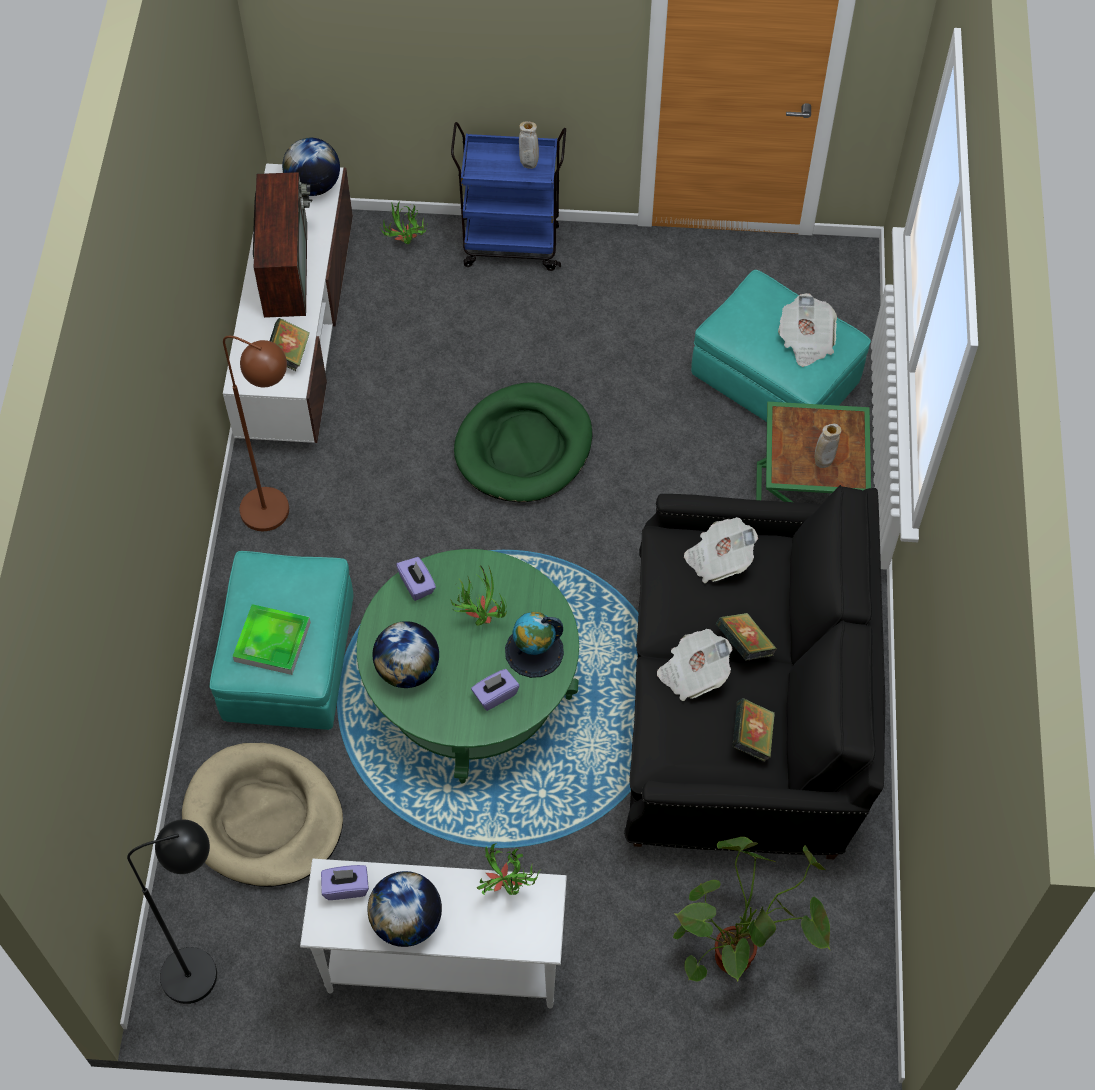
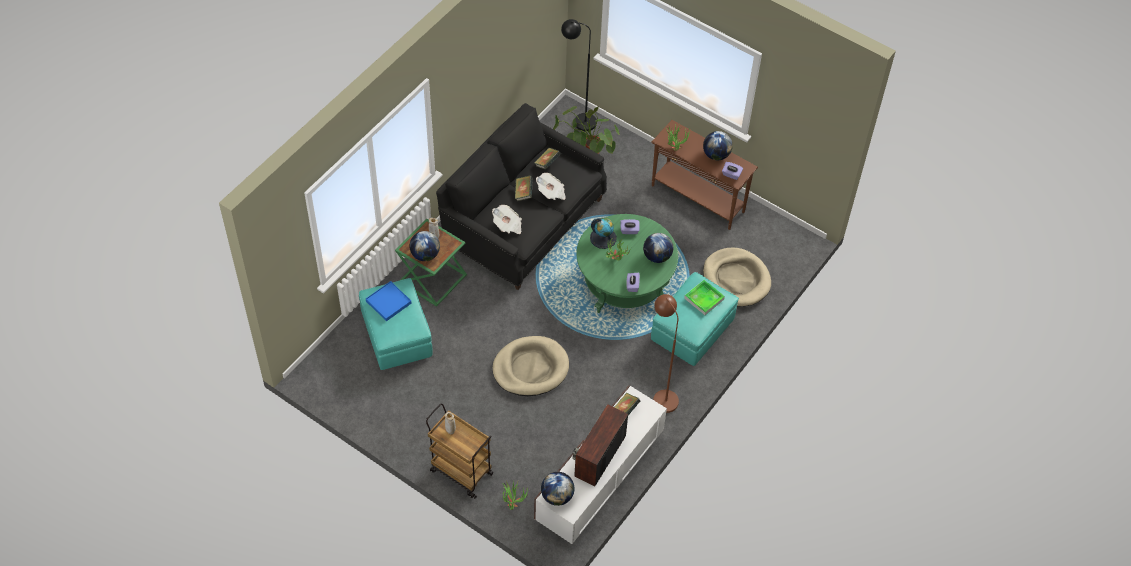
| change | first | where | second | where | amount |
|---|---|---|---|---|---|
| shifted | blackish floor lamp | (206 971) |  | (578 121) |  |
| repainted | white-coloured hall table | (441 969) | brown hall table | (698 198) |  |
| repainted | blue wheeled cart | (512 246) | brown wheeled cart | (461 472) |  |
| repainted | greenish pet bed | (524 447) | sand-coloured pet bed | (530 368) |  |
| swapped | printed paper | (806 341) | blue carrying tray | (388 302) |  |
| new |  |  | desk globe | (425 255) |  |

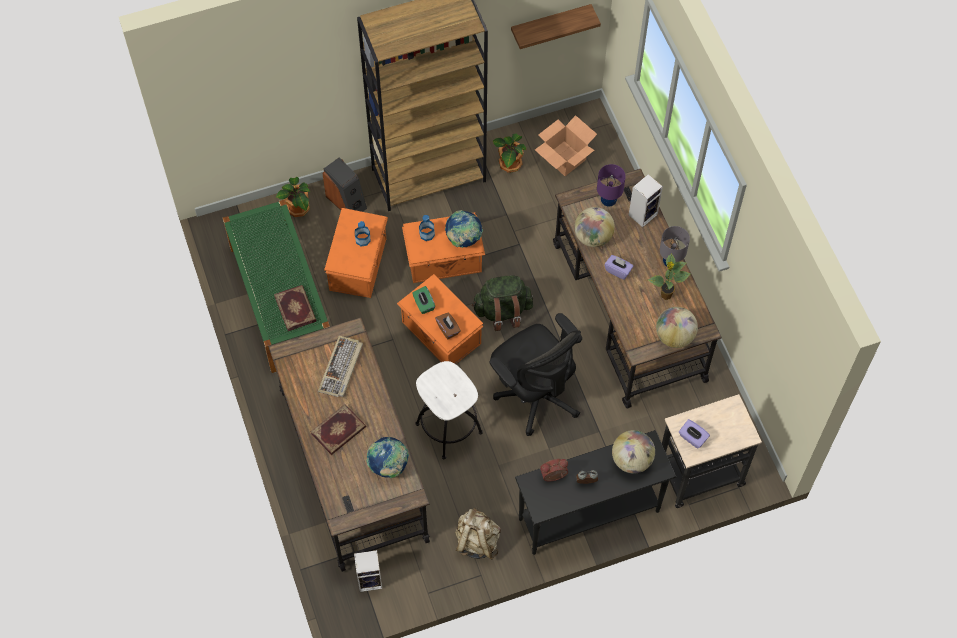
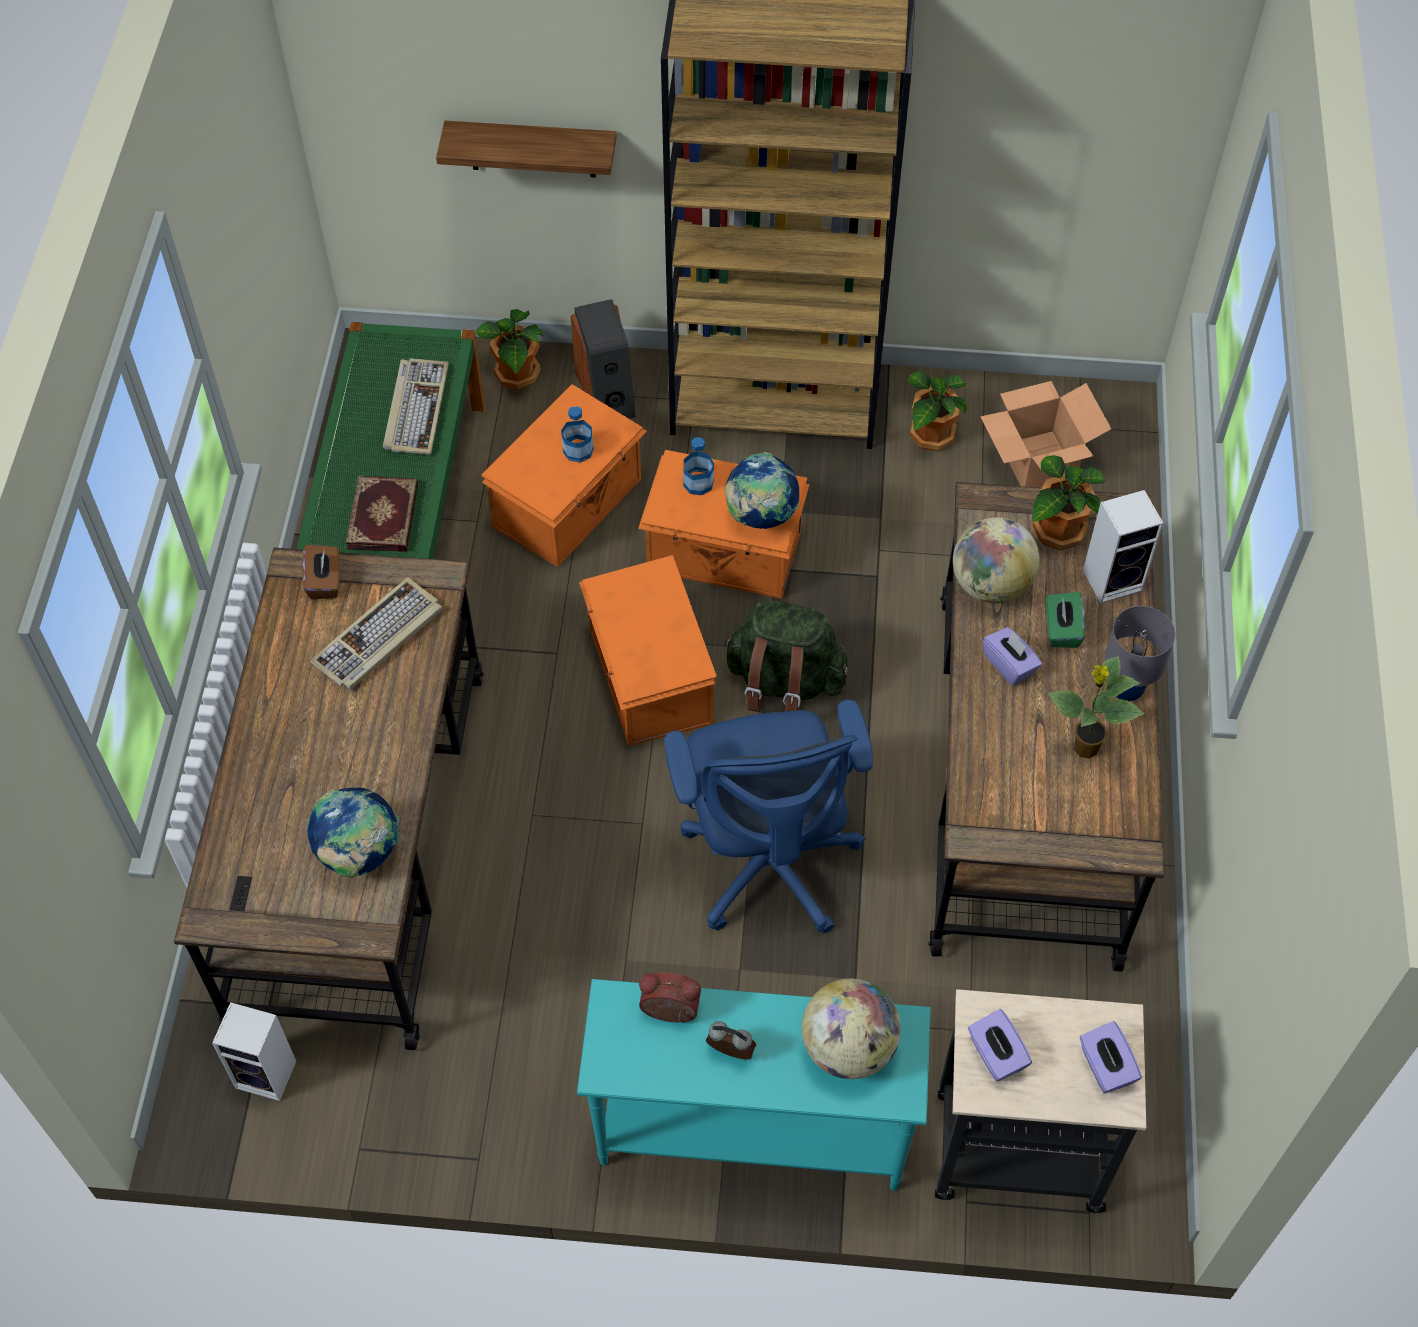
| change | first | where | second | where | amount |
|---|---|---|---|---|---|
| gone | bound book | (339 431) |  |  |  |
| shifted | greenish tissue box | (423 304) |  | (1061 630) |  |
| gone | white-coloured stool seat | (449 428) |  |  |  |
| shifted | brown tissue box | (448 329) |  | (325 582) |  |
| gone | sand-coloured backpack | (477 541) |  |  |  |
| repainted | blackish desk chair | (533 393) | blue desk chair | (764 853) |  |
| shifted | wall shelf | (550 24) |  | (532 149) |  |
| repainted | blackish hall table | (588 516) | turquoise-coloured hall table | (749 1137) |  |
| swapped | purple table lamp | (609 201) | houseplant | (1056 531) |  |
| gone | desk globe | (674 336) |  |  |  |
| new |  |  | computer keyboard | (416 408) |  |
| new |  |  | purple tissue box | (1105 1067) |  |

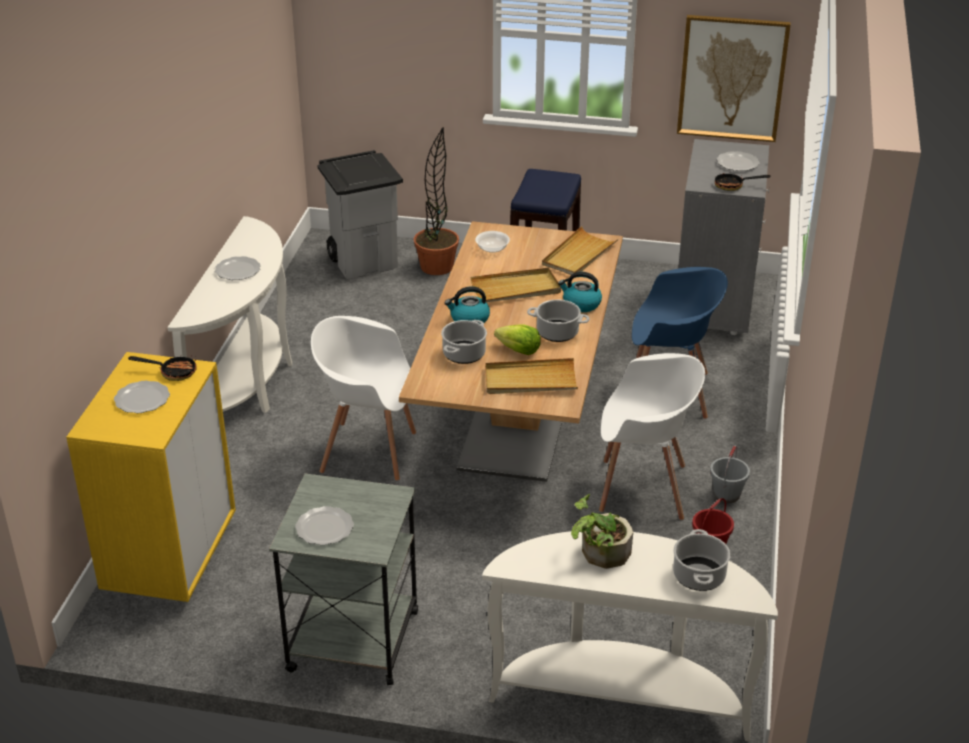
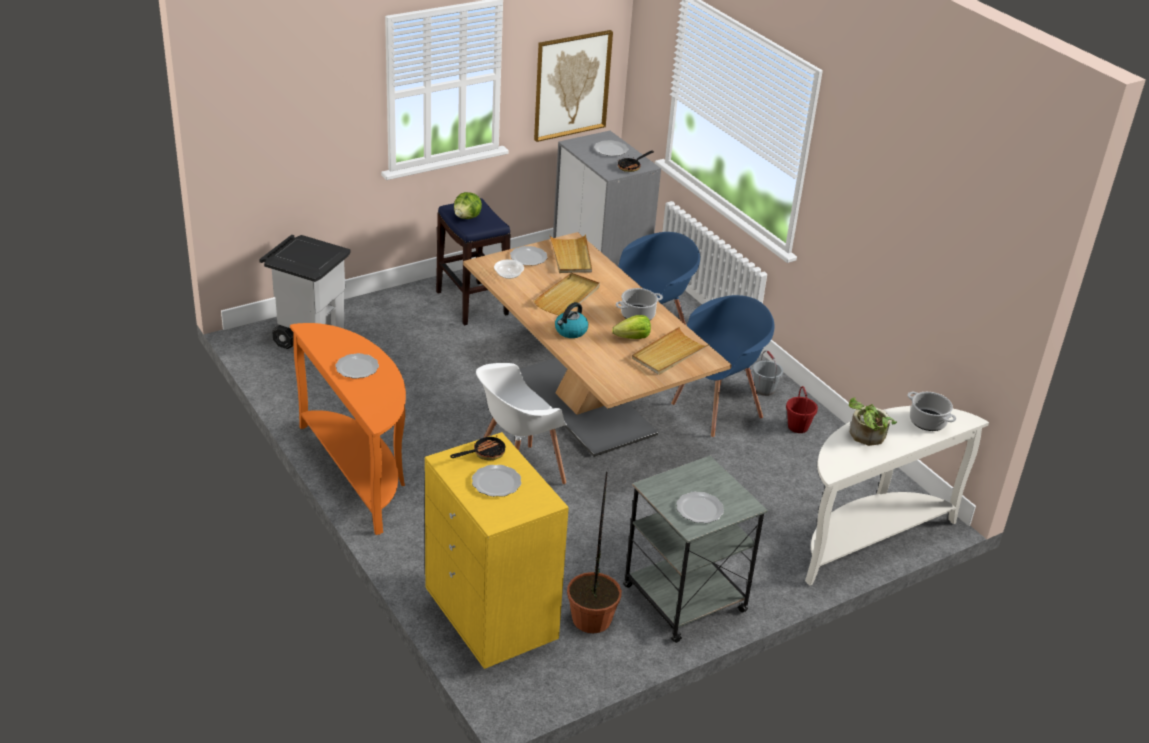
| change | first | where | second | where | amount |
|---|---|---|---|---|---|
| repainted | white-coloured hall table | (249 384) | orangey hall table | (360 471) |  |
| shifted | houseplant | (437 267) |  | (591 619) |  |
| gone | saucepot | (464 354) |  |  |  |
| gone | kettle | (581 304) |  |  |  |
| repainted | white-coloured plain chair | (644 489) | blue plain chair | (717 410) |  |
| new |  |  | head of lettuce | (467 217) |  |
| new |  |  | flat dish | (528 258) |  |

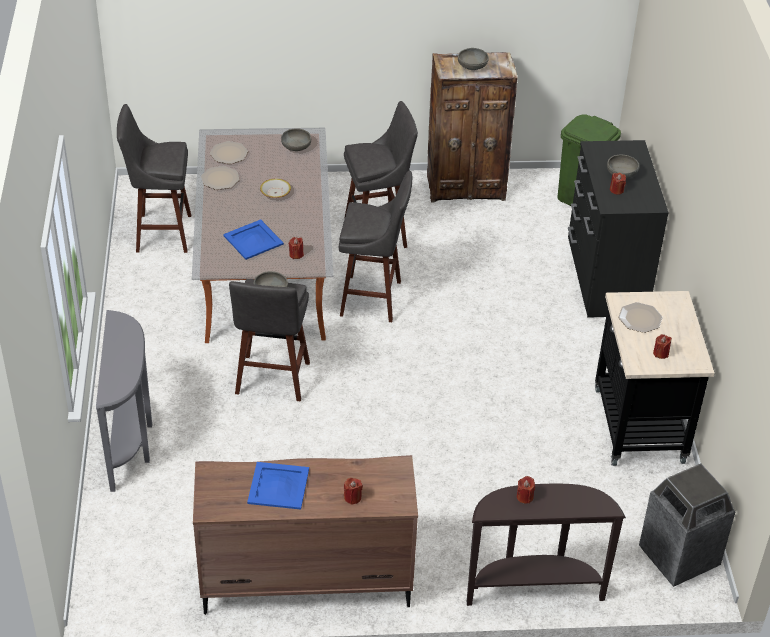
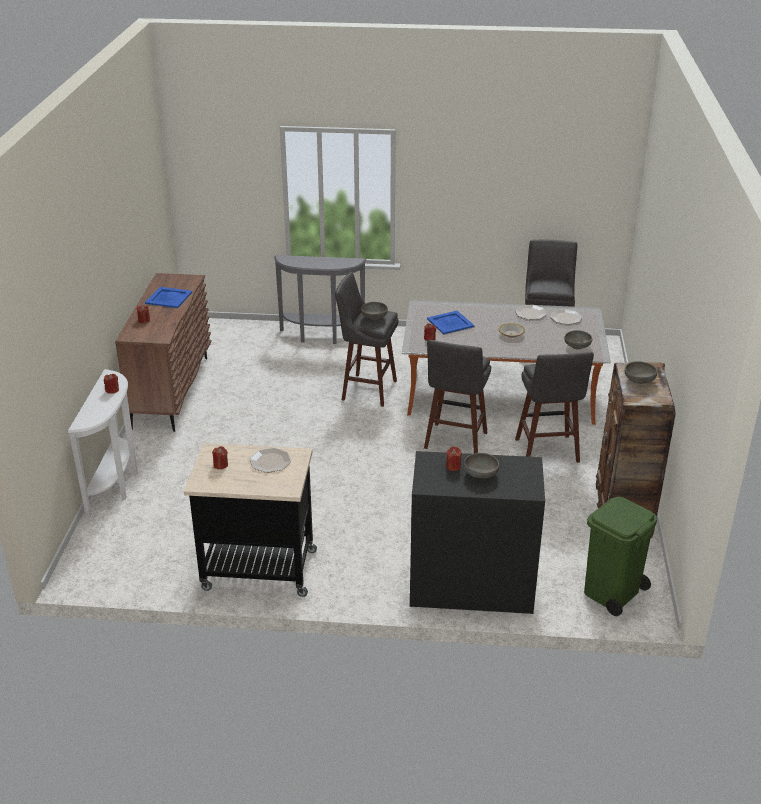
| change | first | where | second | where | amount |
|---|---|---|---|---|---|
| repainted | brown hall table | (533 588) | white-coloured hall table | (116 484) |  |
| gone | trash can | (678 557) |  |  |  |

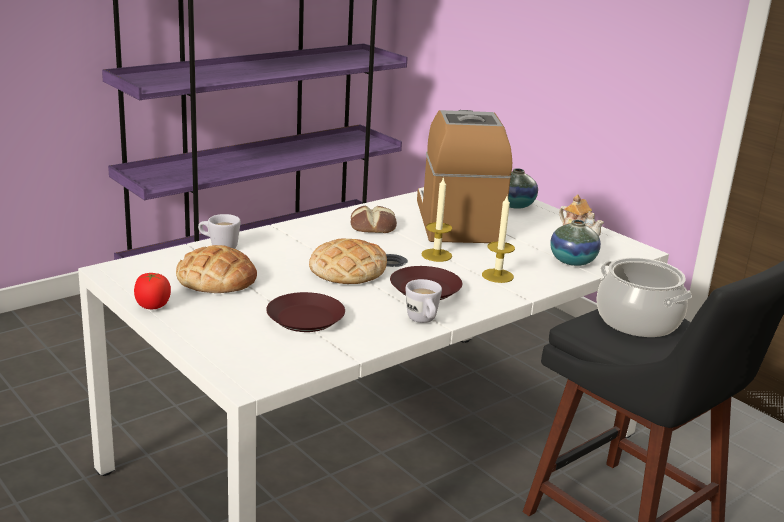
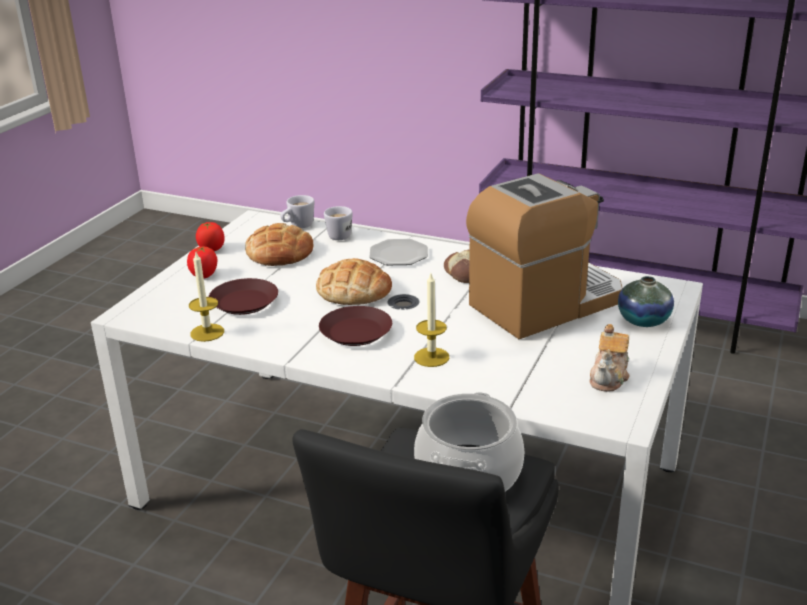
| change | first | where | second | where | amount |
|---|---|---|---|---|---|
| shifted | white-coloured tea mug | (423 321) |  | (298 226) |  |
| shifted | candle | (436 255) |  | (207 332) |  |
| gone | decorative vase | (572 261) |  |  |  |
| new |  |  | fresh tomato | (204 275) |  |
| new |  |  | flat dish | (398 255) |  |

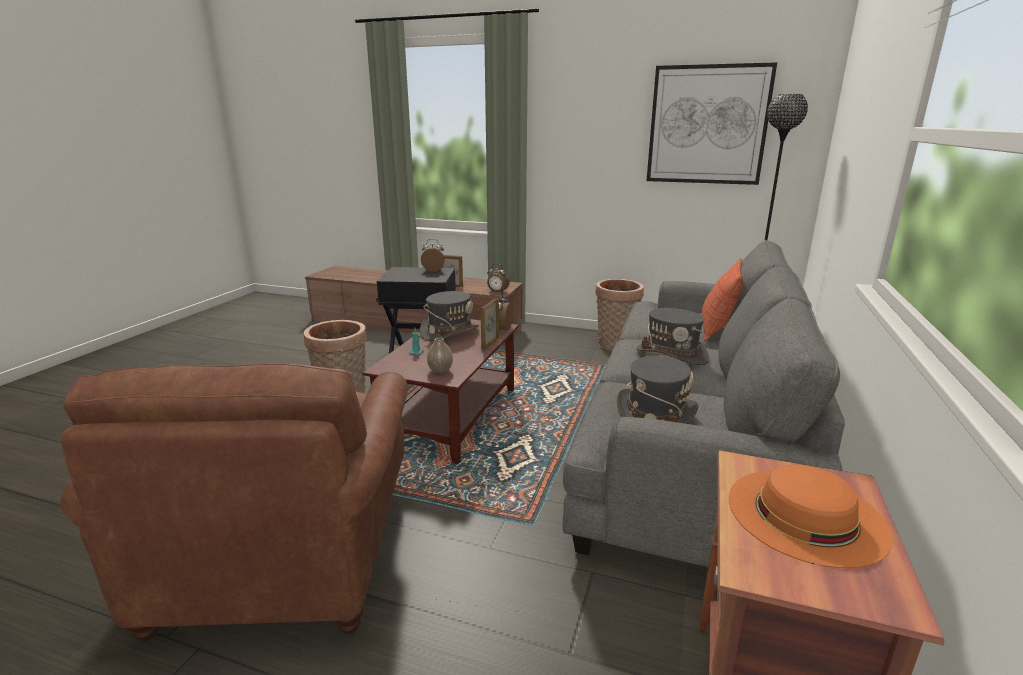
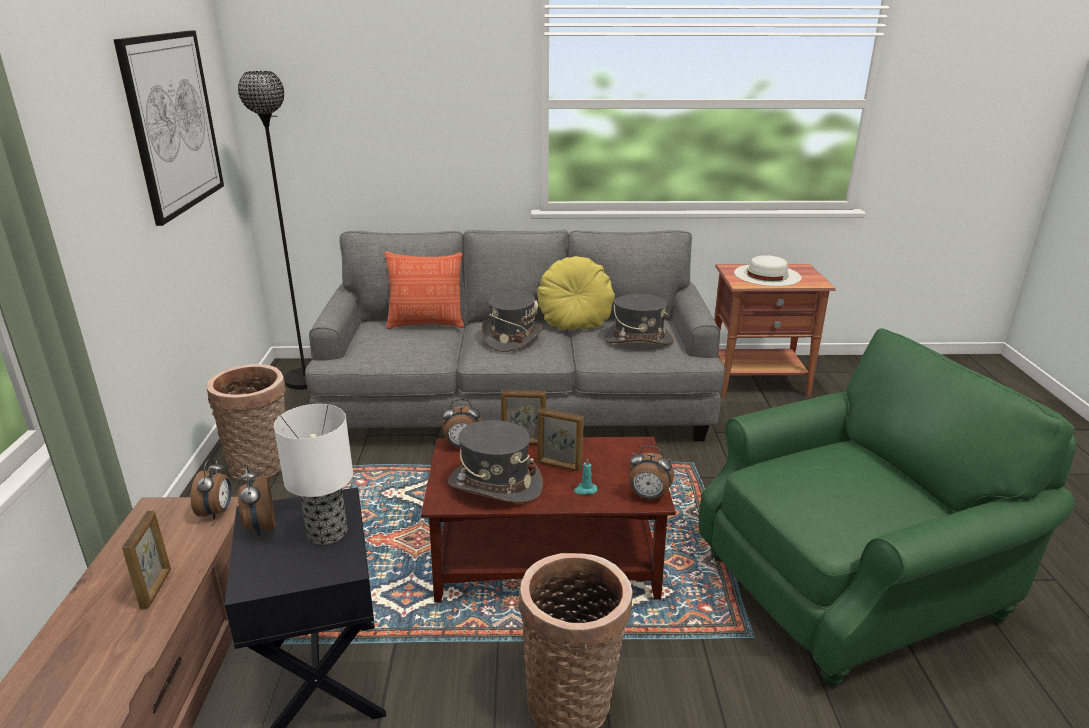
| change | first | where | second | where | amount |
|---|---|---|---|---|---|
| repainted | brown easy chair | (288 549) | greenish easy chair | (850 586) |  |
| gone | decorative vase | (440 370) |  |  |  |
| repainted | orangey wearable hat | (806 514) | white-coloured wearable hat | (767 275) |  |
| new |  |  | table lamp | (327 531) |  |
| new |  |  | yellowish cushion | (575 326) |  |
| new |  |  | standing frame | (559 466) |  |
| new |  |  | alarm clock | (648 497) |  |

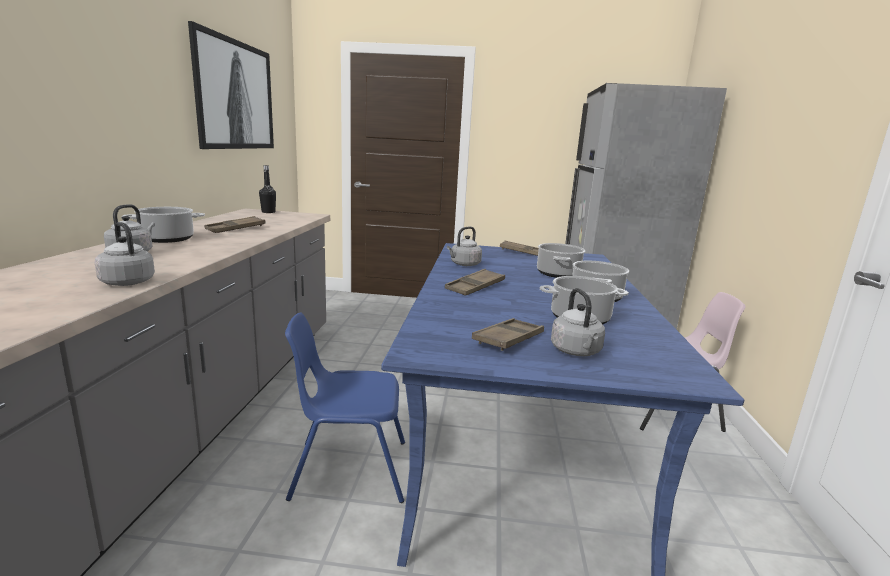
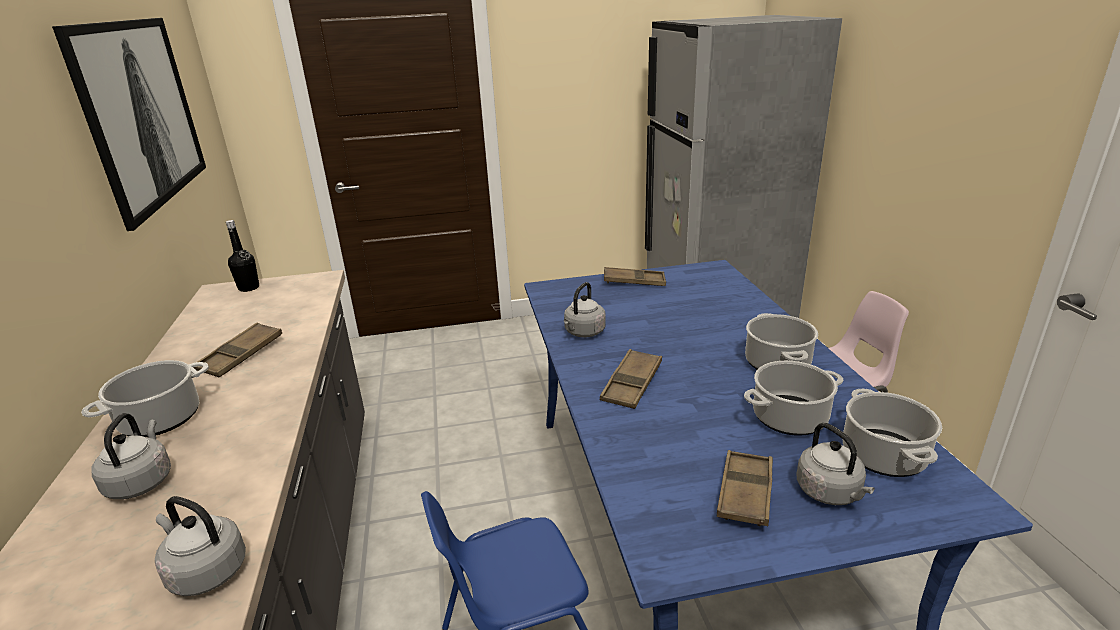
| change | first | where | second | where | amount |
|---|---|---|---|---|---|
| shifted | saucepot | (557 273) |  | (882 455) |  |

